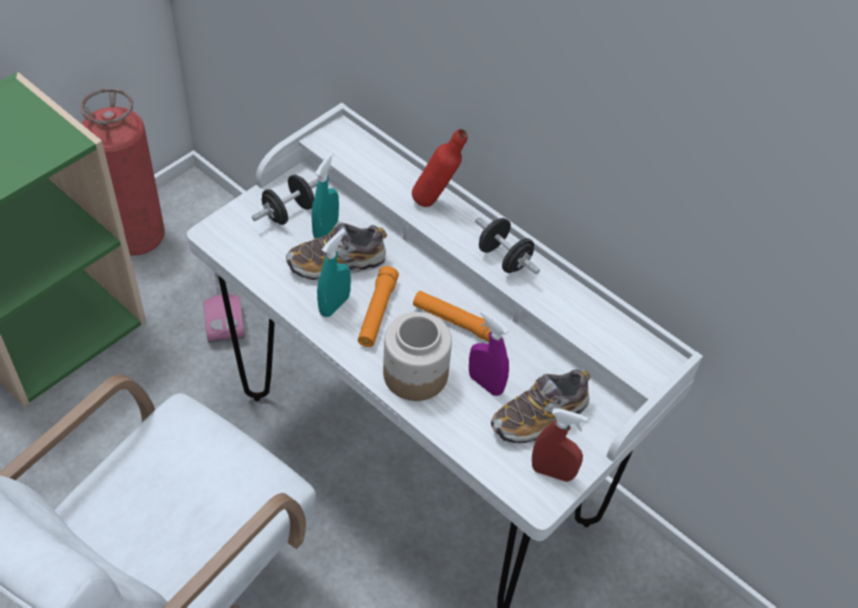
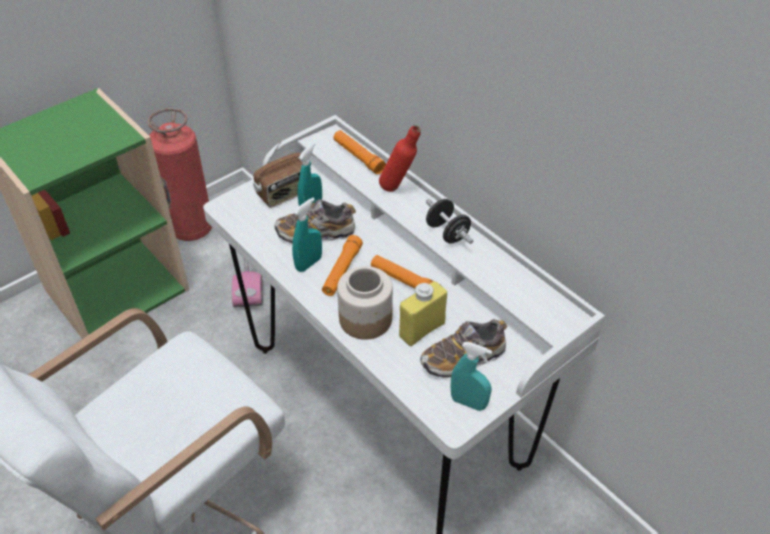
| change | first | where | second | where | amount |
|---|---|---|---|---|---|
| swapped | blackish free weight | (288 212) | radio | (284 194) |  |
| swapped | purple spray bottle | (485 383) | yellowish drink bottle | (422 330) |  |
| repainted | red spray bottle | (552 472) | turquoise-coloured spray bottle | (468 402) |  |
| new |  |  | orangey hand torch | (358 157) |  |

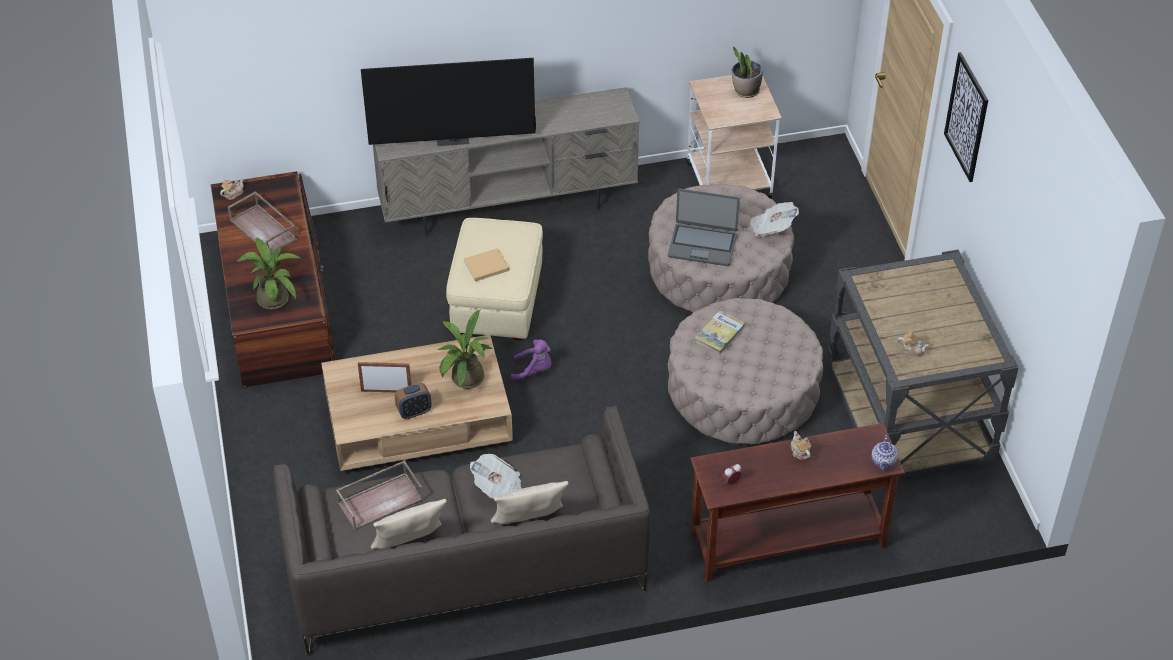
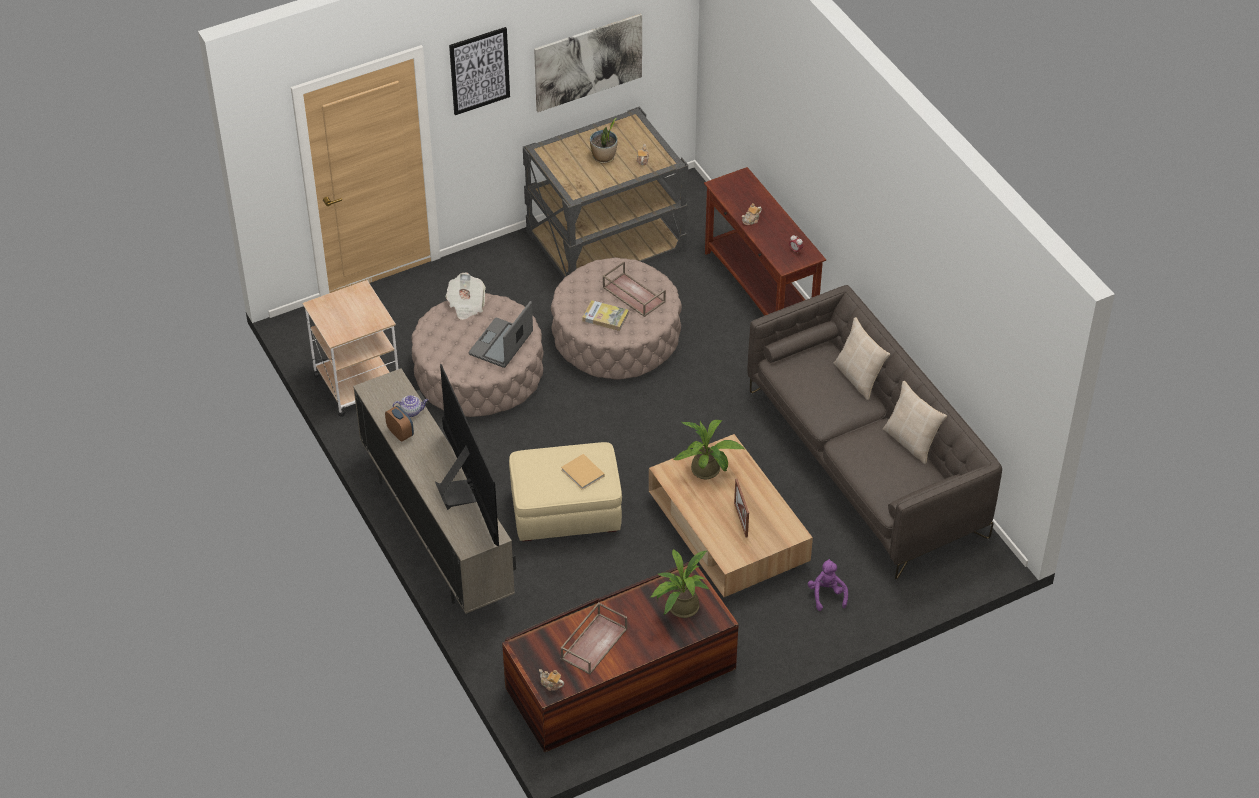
| change | first | where | second | where | amount |
|---|---|---|---|---|---|
| shifted | brown carrying tray | (381 500) |  | (633 294) |  |
| shifted | alarm clock | (414 412) |  | (400 433) |  |
| gone | printed paper | (498 488) |  |  |  |
| shifted | purple plush toy | (534 371) |  | (827 595) |  |
| rotated | notebook computer | (702 245) |  | (501 344) | 150 degrees counterclockwise |
| shifted | houseplant | (745 91) |  | (604 157) |  |
| shifted | pot for tea | (883 462) |  | (411 411) |  |
| new |  |  | wall picture | (588 62) |  |

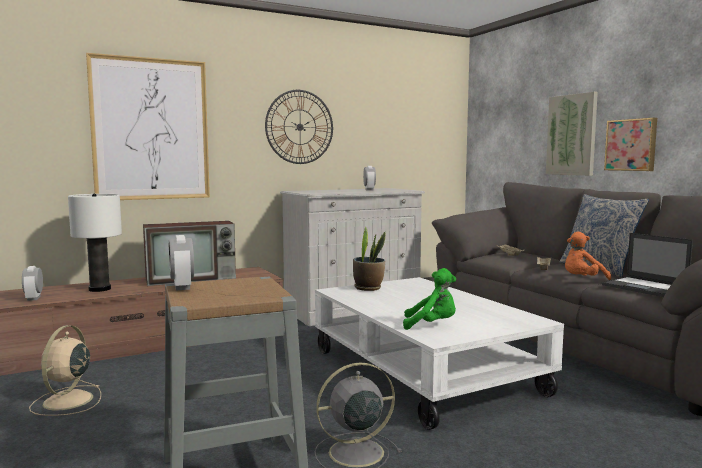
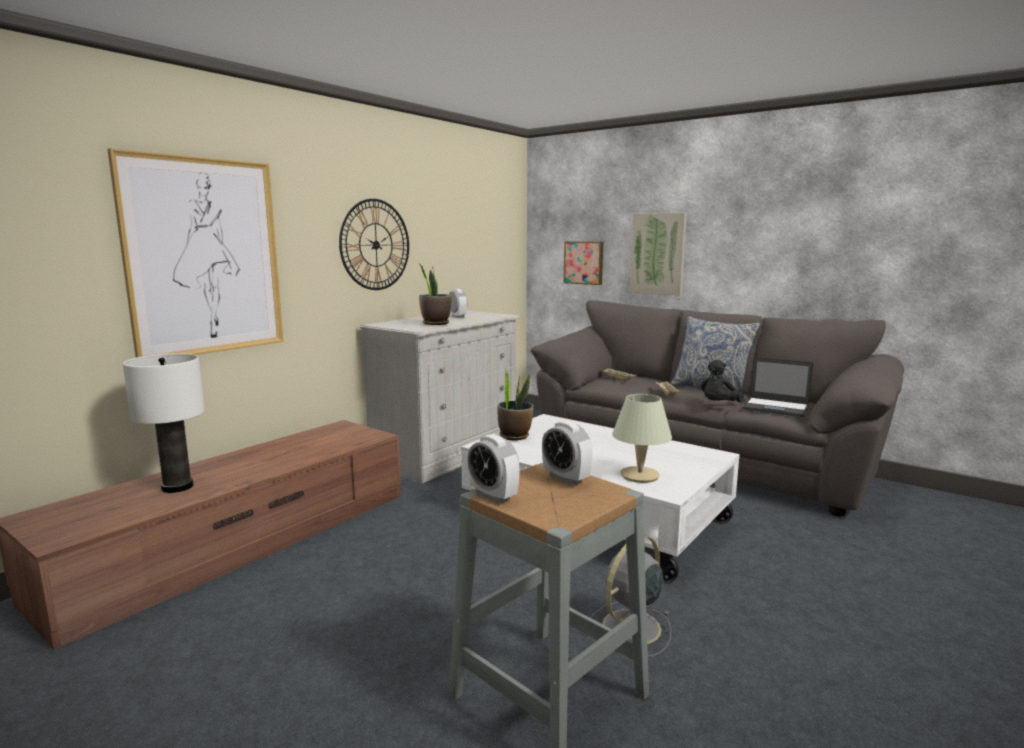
| change | first | where | second | where | amount |
|---|---|---|---|---|---|
| shifted | alarm clock | (34 298) |  | (566 478) |  |
| gone | sand-coloured fan | (67 401) |  |  |  |
| gone | television | (192 279) |  |  |  |
| swapped | greenish plush toy | (432 325) | sand-coloured table lamp | (640 476) |  |
| repainted | orangey plush toy | (582 280) | blackish plush toy | (717 405) |  |
| shifted | wall picture | (631 145) |  | (584 262) |  |
| new |  |  | houseplant | (435 323) |  |

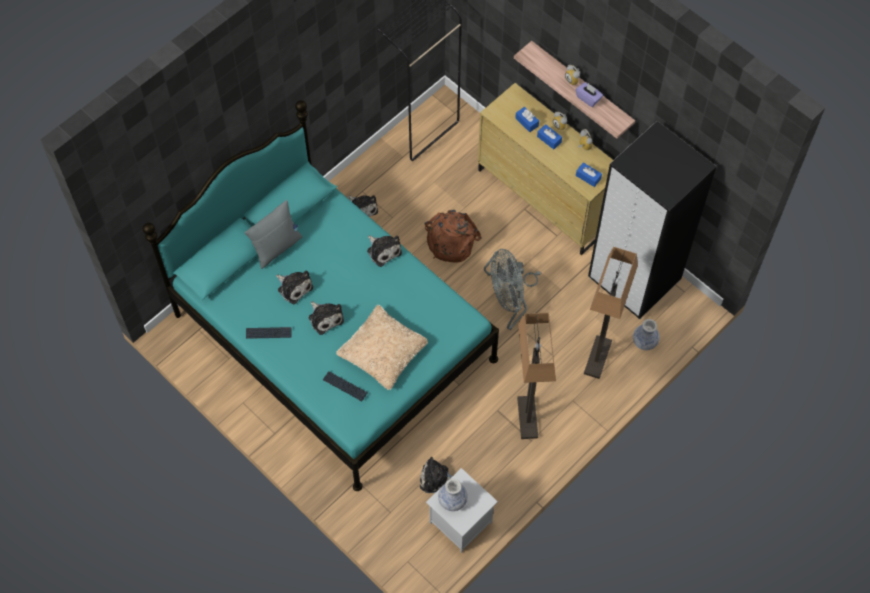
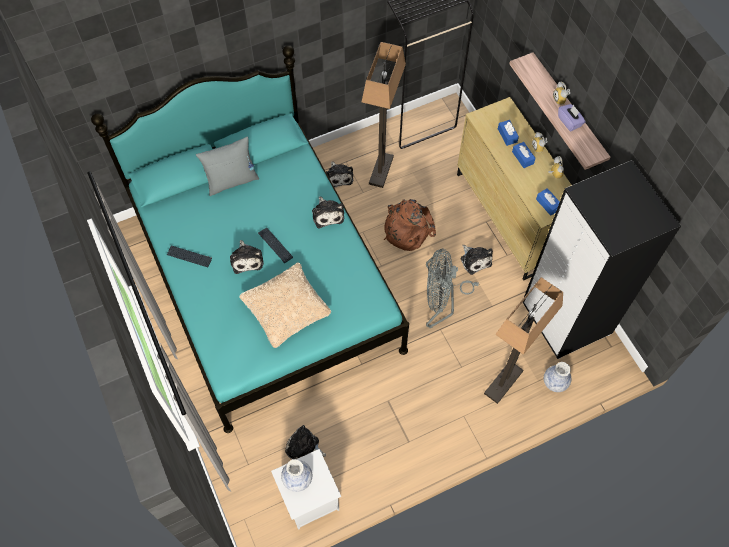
| change | first | where | second | where | amount |
|---|---|---|---|---|---|
| shifted | plush toy | (294 287) |  | (475 260) |  |
| shifted | computer keyboard | (345 386) |  | (275 245) |  |
| shifted | floor lamp | (528 418) |  | (381 171) |  |

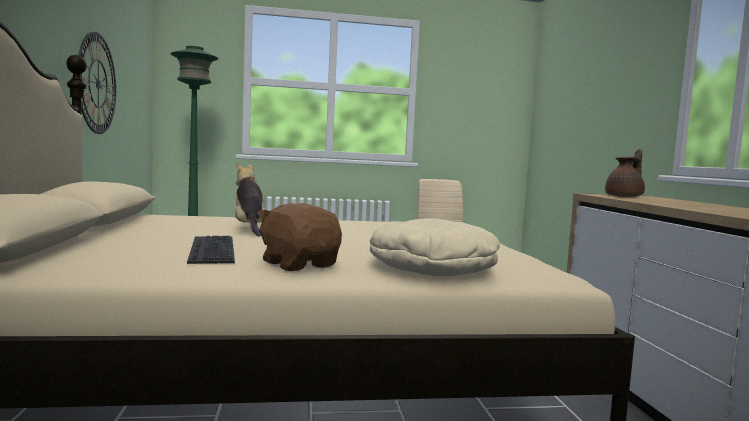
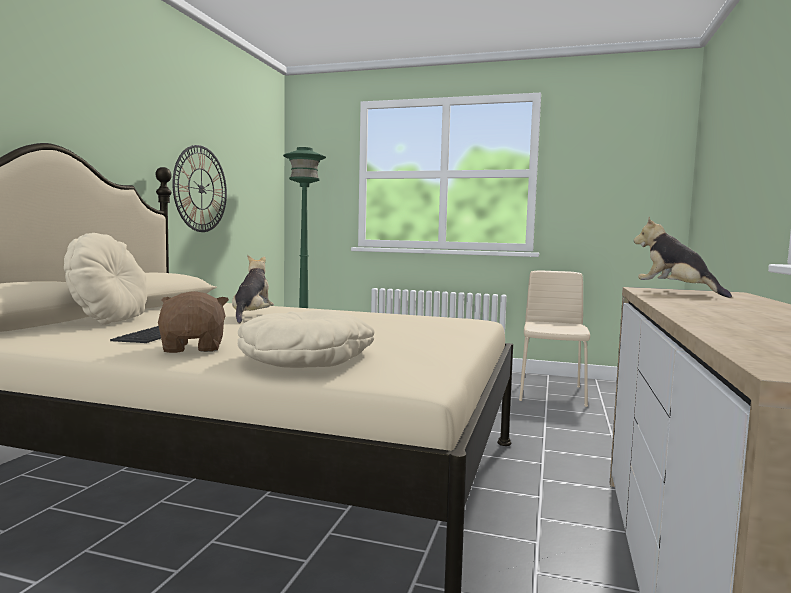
| change | first | where | second | where | amount |
|---|---|---|---|---|---|
| swapped | brown pot for tea | (625 196) | plush toy | (676 292) |  |
| new |  |  | sand-coloured cushion | (109 321) |  |

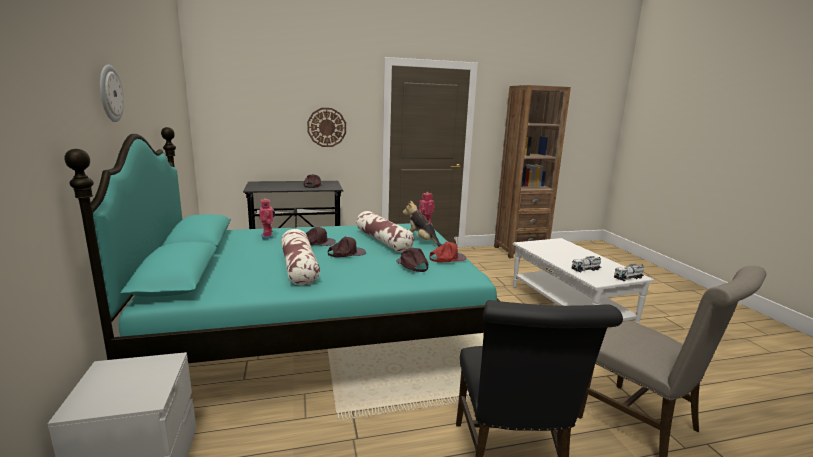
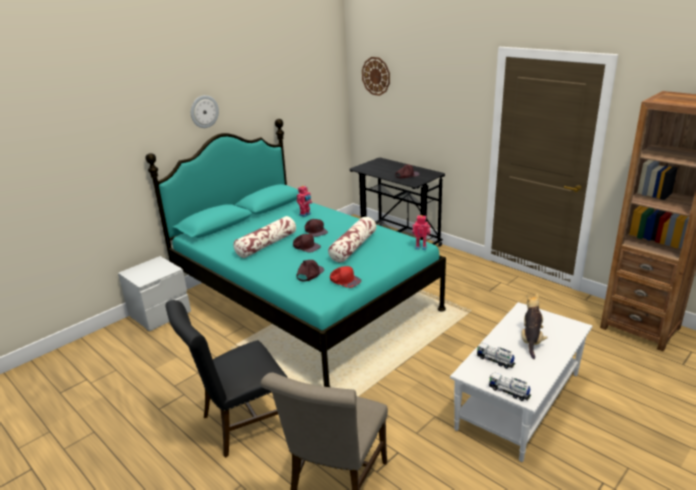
| change | first | where | second | where | amount |
|---|---|---|---|---|---|
| shifted | clock on the wall | (326 127) |  | (376 76) |  |
| shifted | plush toy | (422 241) |  | (531 340) |  |

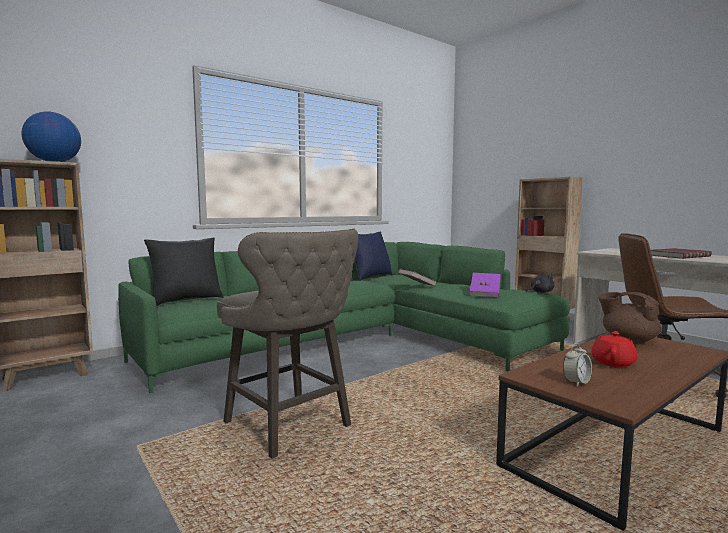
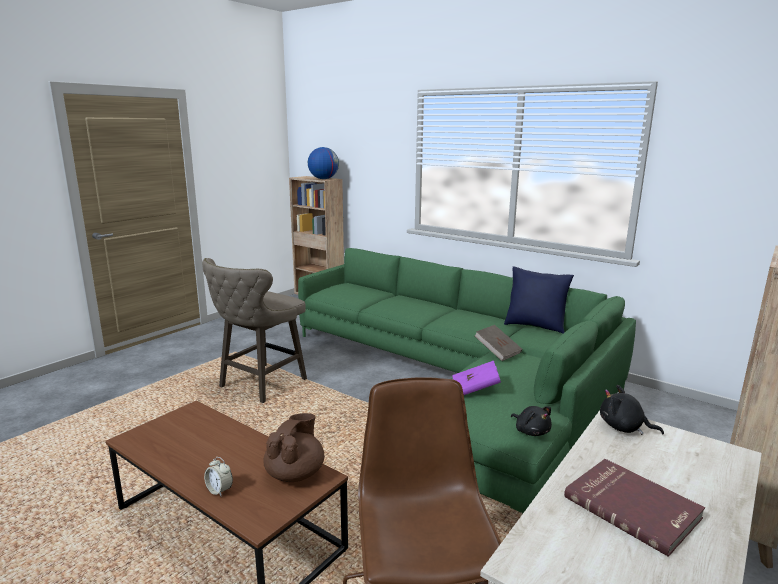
| change | first | where | second | where | amount |
|---|---|---|---|---|---|
| gone | blackish cushion | (186 300) |  |  |  |
| shifted | alarm clock | (576 382) |  | (219 490) |  |
| gone | red pot for tea | (613 362) |  |  |  |
| new |  |  | blackish plush toy | (624 428) |  |

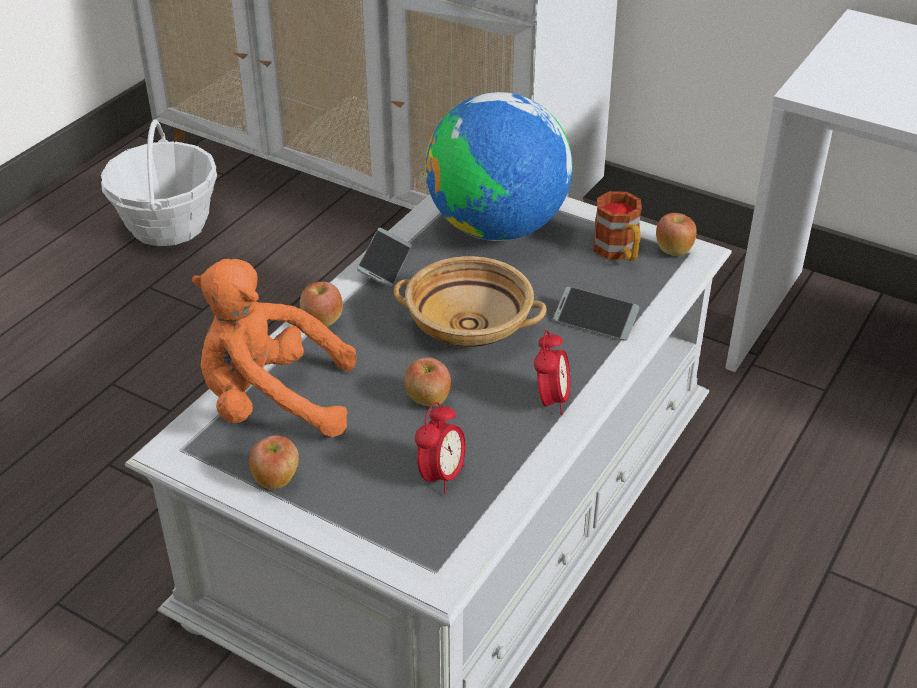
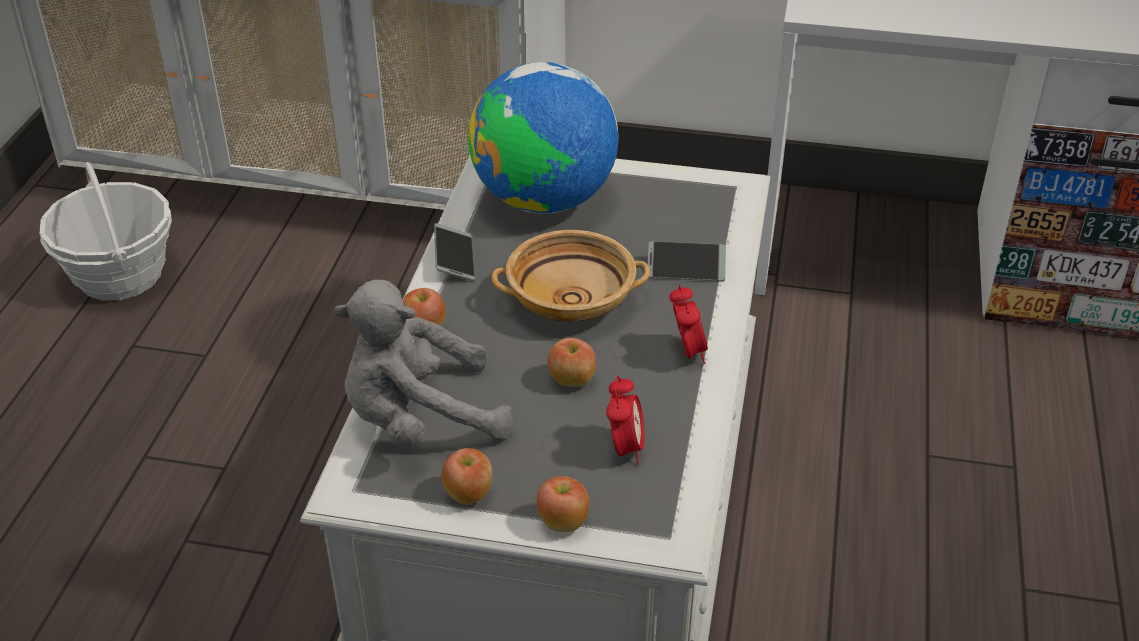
| change | first | where | second | where | amount |
|---|---|---|---|---|---|
| repainted | orangey plush toy | (272 402) | gray plush toy | (419 420) |  |
| gone | tea mug | (619 252) |  |  |  |
| shifted | apple fruit | (673 250) |  | (563 522) |  |

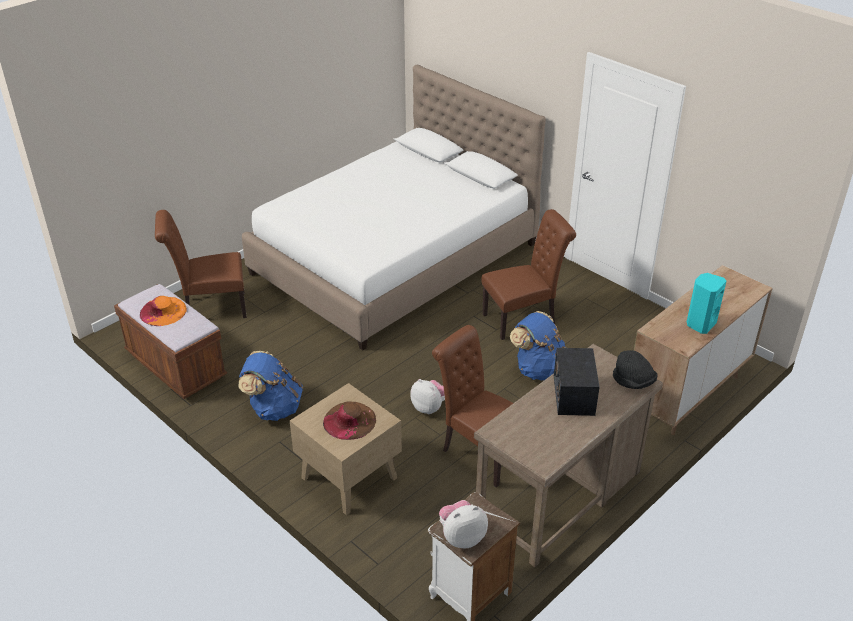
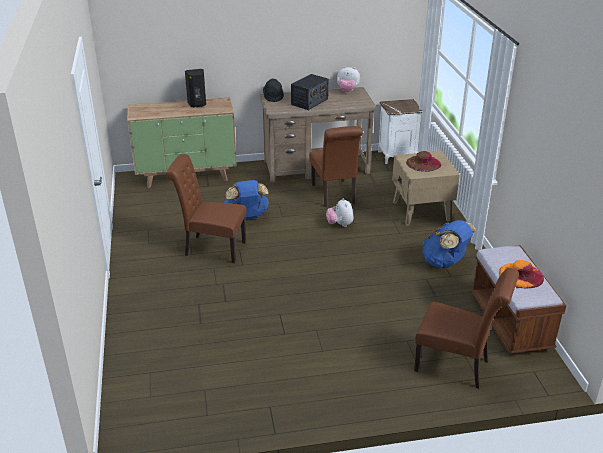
| change | first | where | second | where | amount |
|---|---|---|---|---|---|
| gone | white-coloured bed | (395 259) |  |  |  |
| shifted | plush toy | (462 537) |  | (347 91) |  |
| repainted | turquoise-coloured loudspeaker | (700 324) | blackish loudspeaker | (197 104) |  |

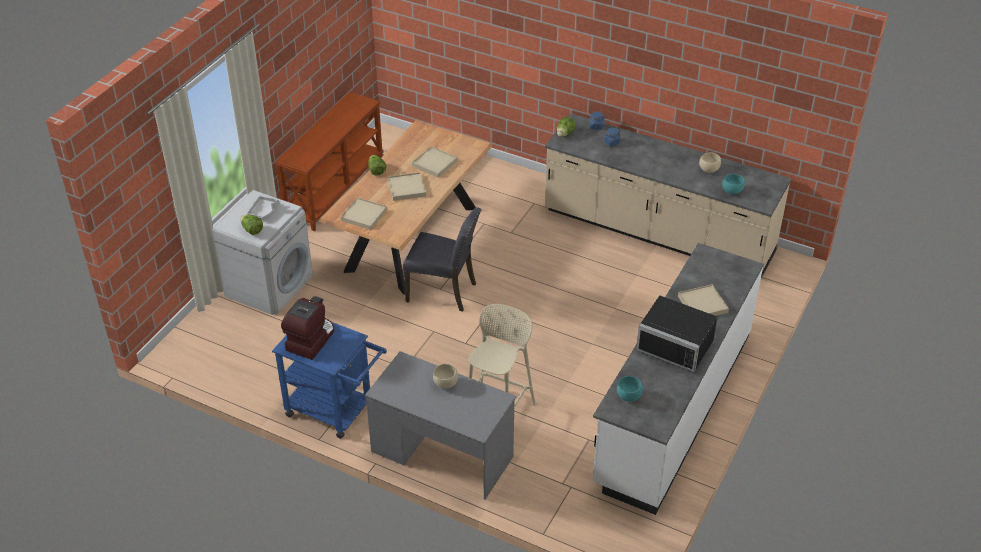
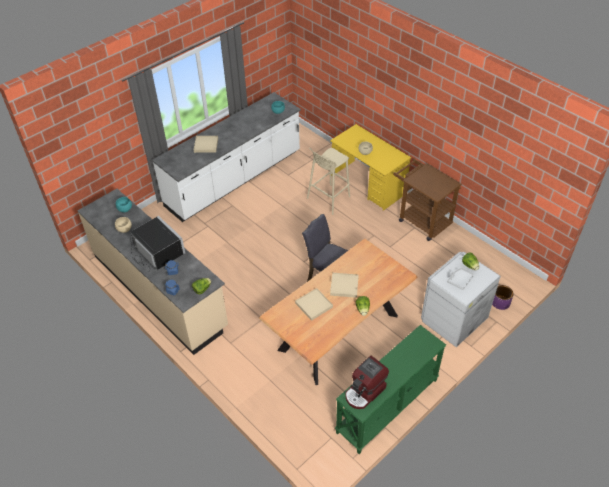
| change | first | where | second | where | amount |
|---|---|---|---|---|---|
| repainted | blue wheeled cart | (336 411) | brown wheeled cart | (421 220) |  |
| repainted | brown hall table | (334 188) | greenish hall table | (388 406) |  |
| shifted | coffee brewer | (310 340) |  | (365 392) |  |
| gone | sand-coloured carrying tray | (364 215) |  |  |  |
| repainted | gray desk | (442 454) | yellowish desk | (368 185) |  |
| shifted | blackish kitchen microwave | (677 343) |  | (156 253) |  |
| new |  |  | purple flower pot | (500 303) |  |

